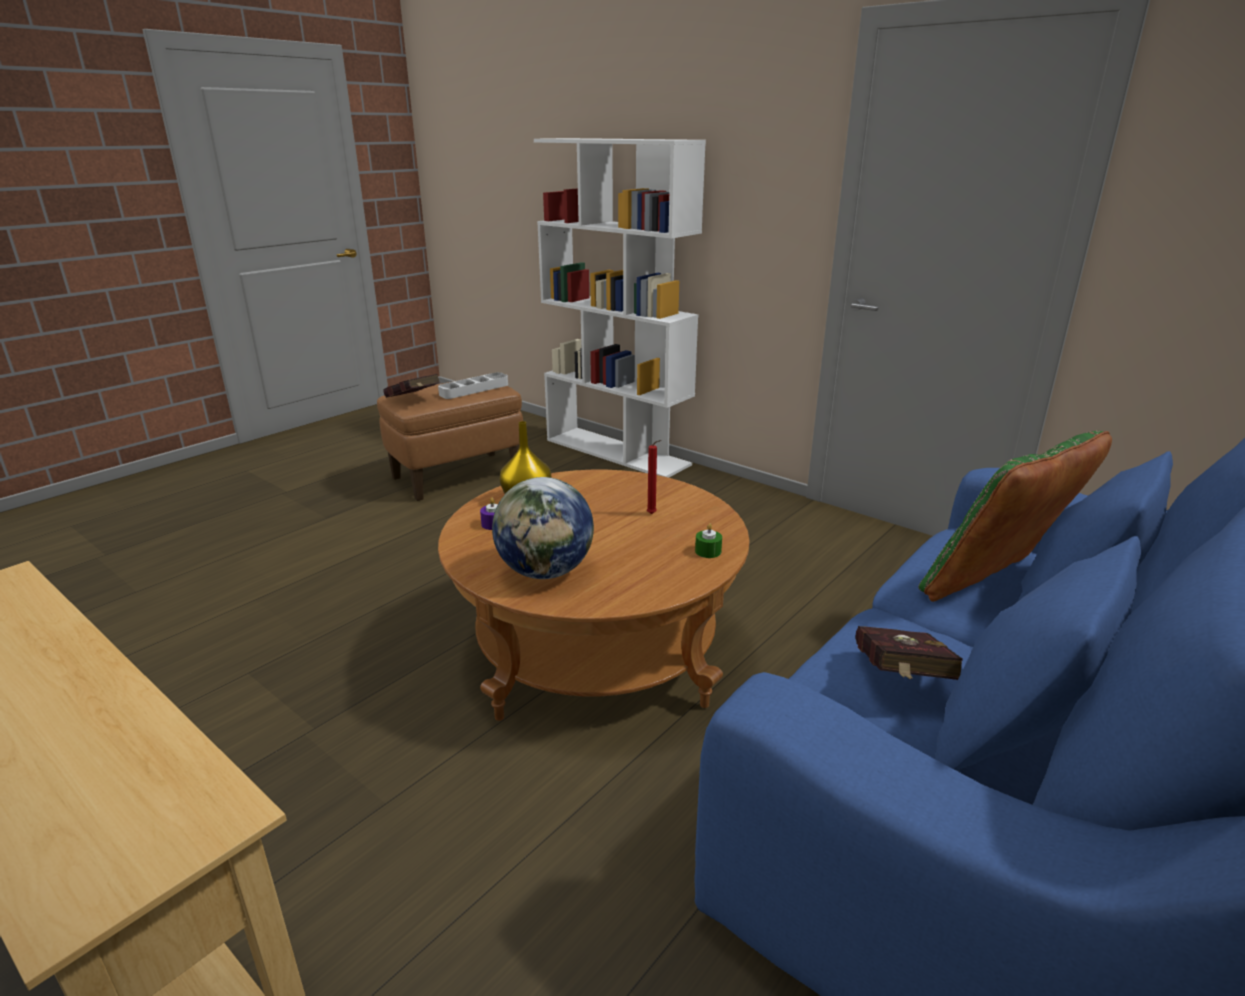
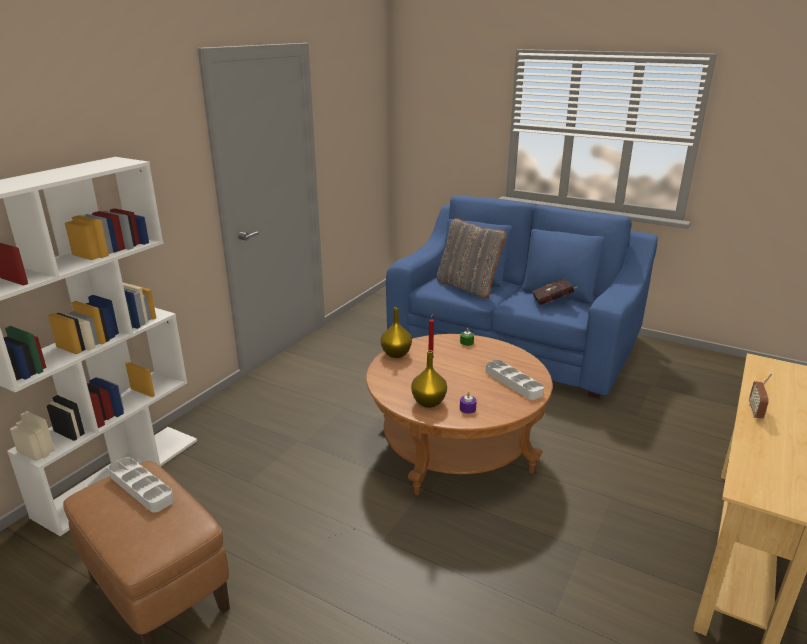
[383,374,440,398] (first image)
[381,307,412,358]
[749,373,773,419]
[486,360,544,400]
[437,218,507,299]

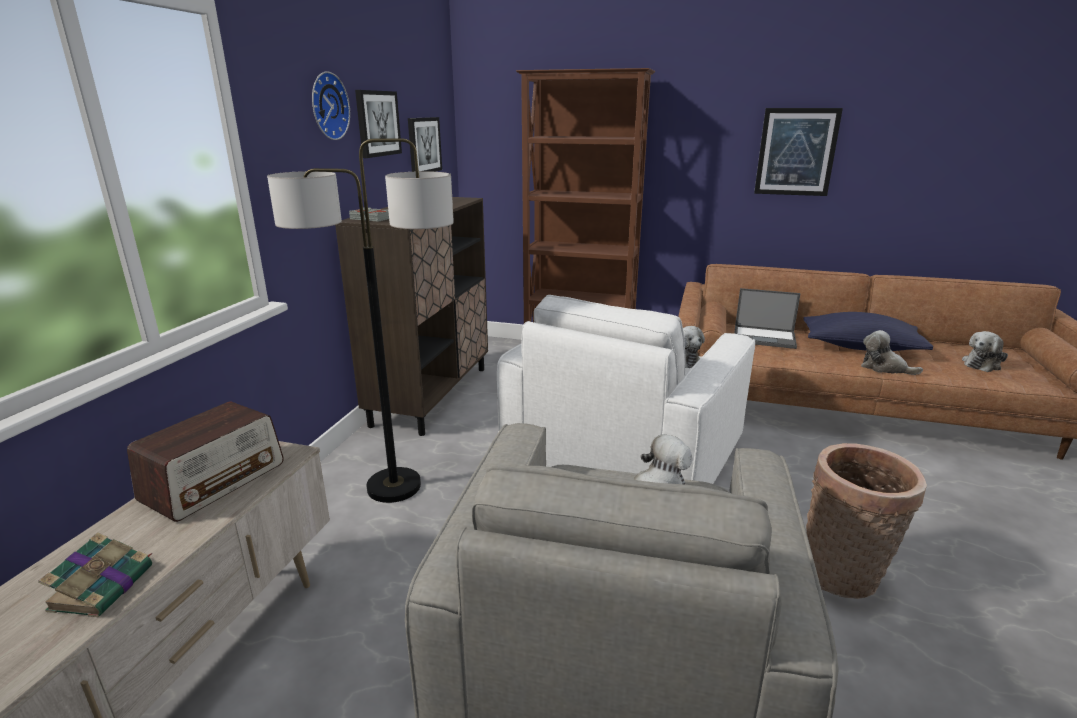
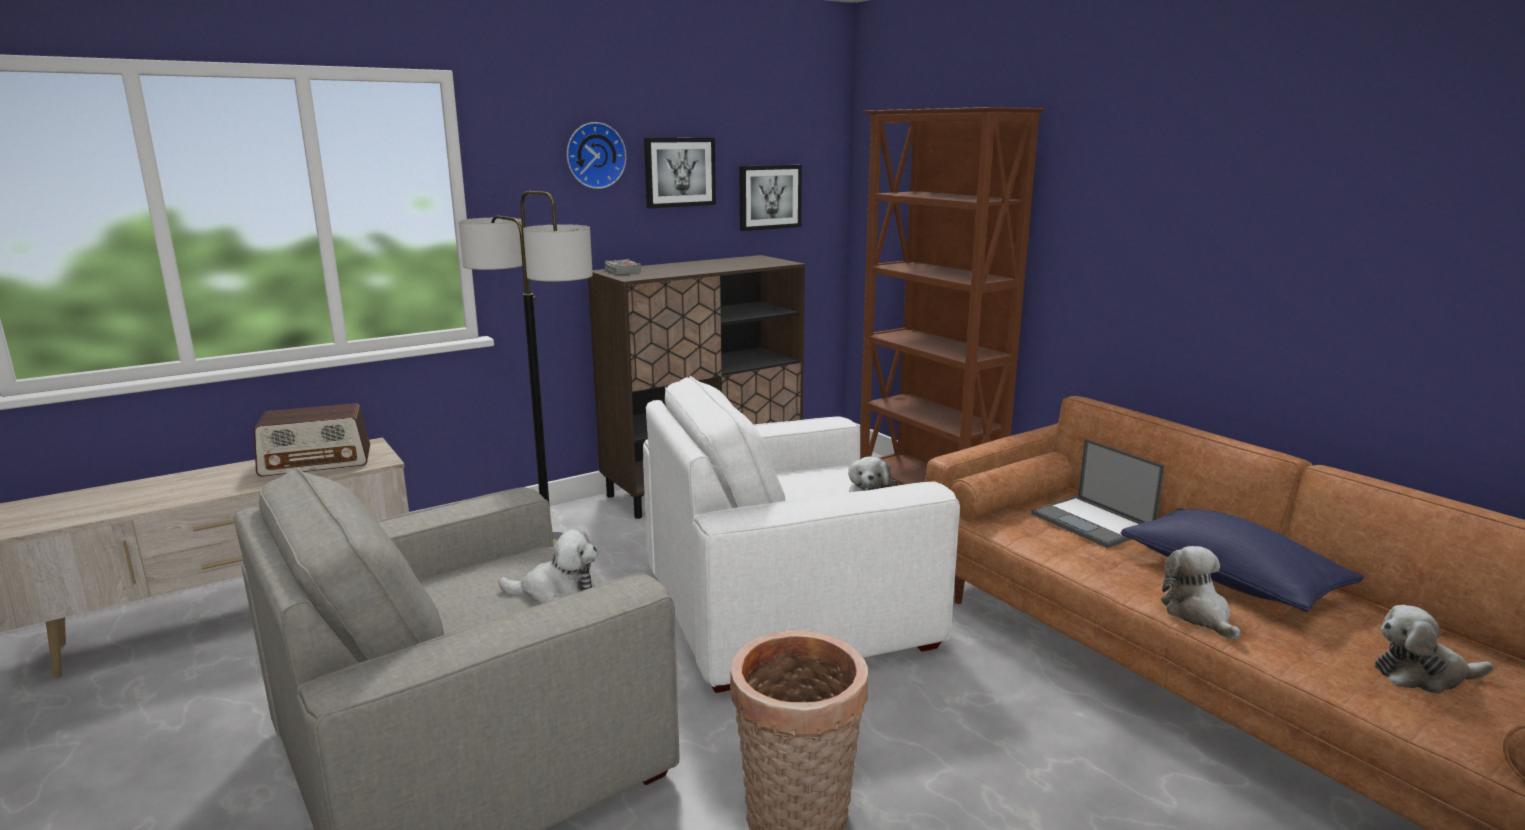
[38,532,152,617] (first image)
[754,108,843,196] (first image)

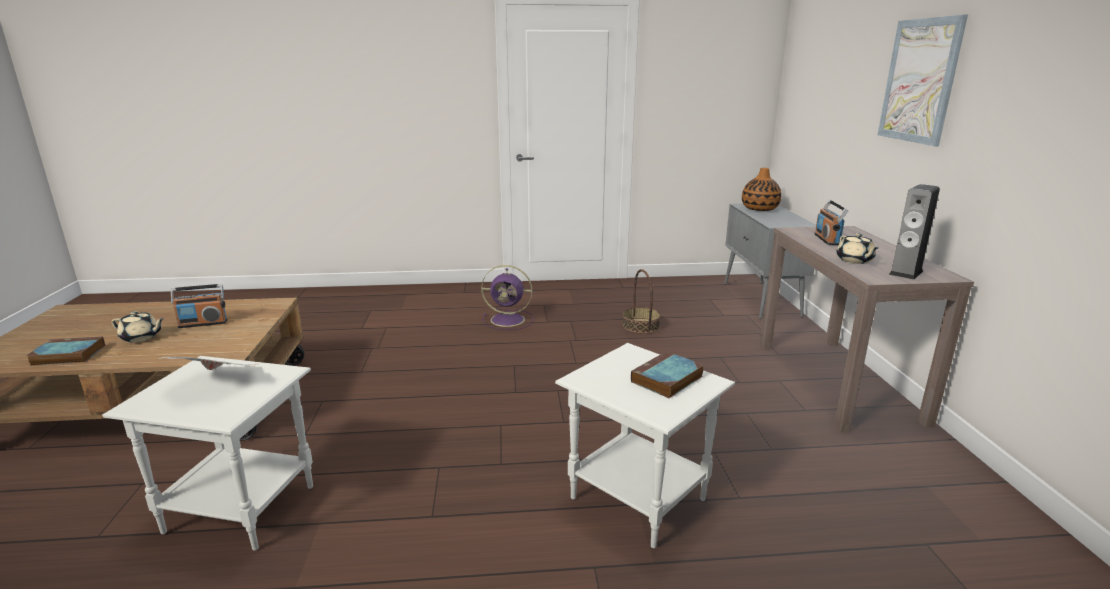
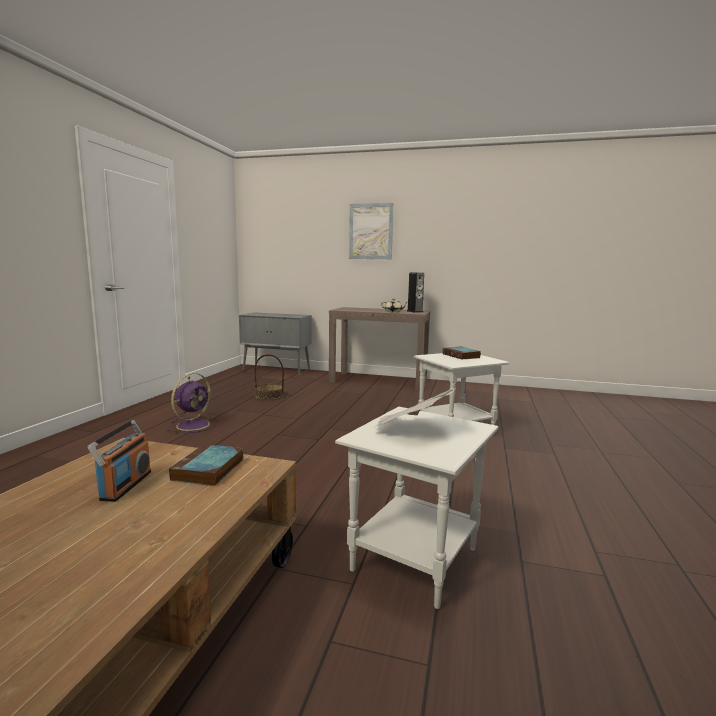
[111,311,164,343] (first image)
[742,168,782,211] (first image)
[814,200,848,245] (first image)
[169,444,243,486]

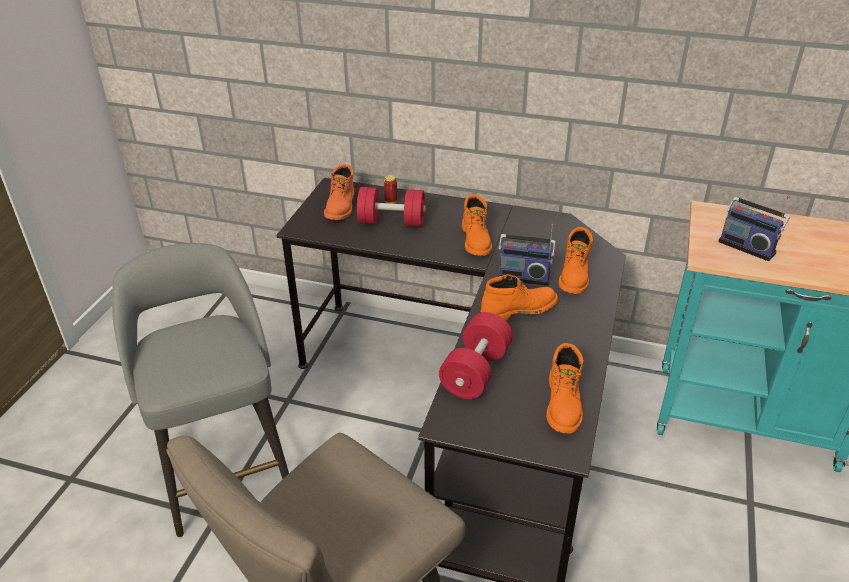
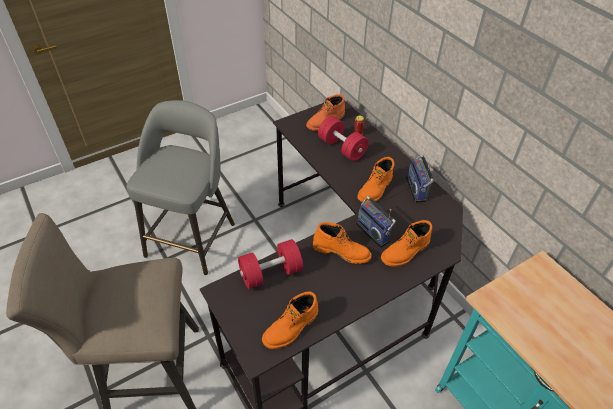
[406,155,434,203]

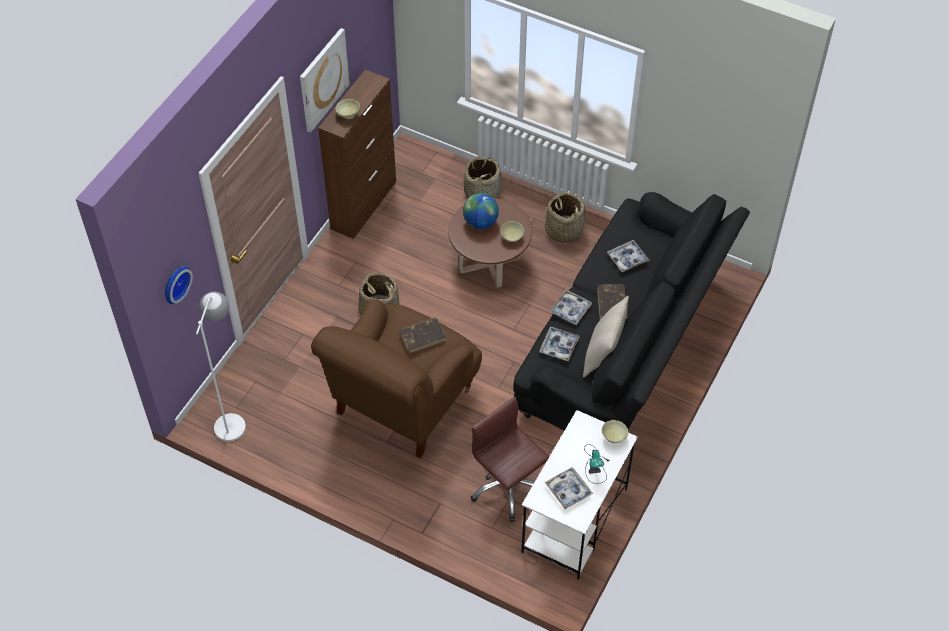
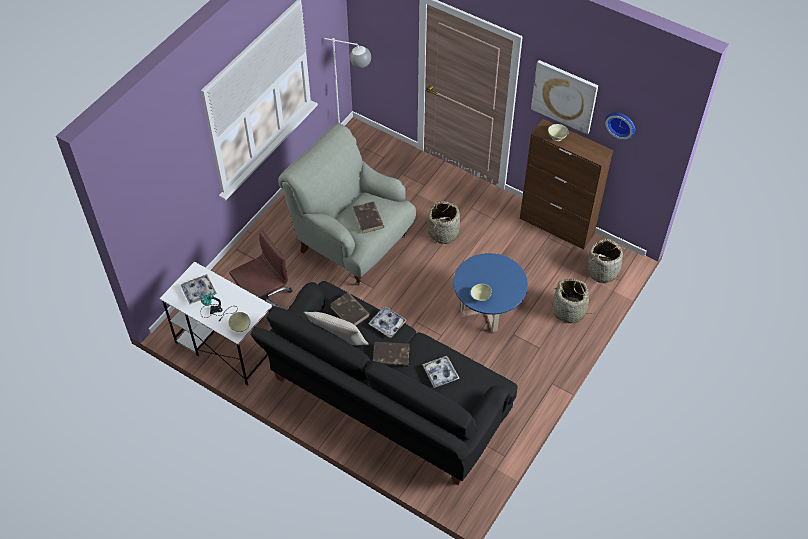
[463,193,499,229] (first image)
[605,113,635,140]
[586,239,627,283]
[330,293,370,326]
[278,124,416,285]
[454,253,528,332]

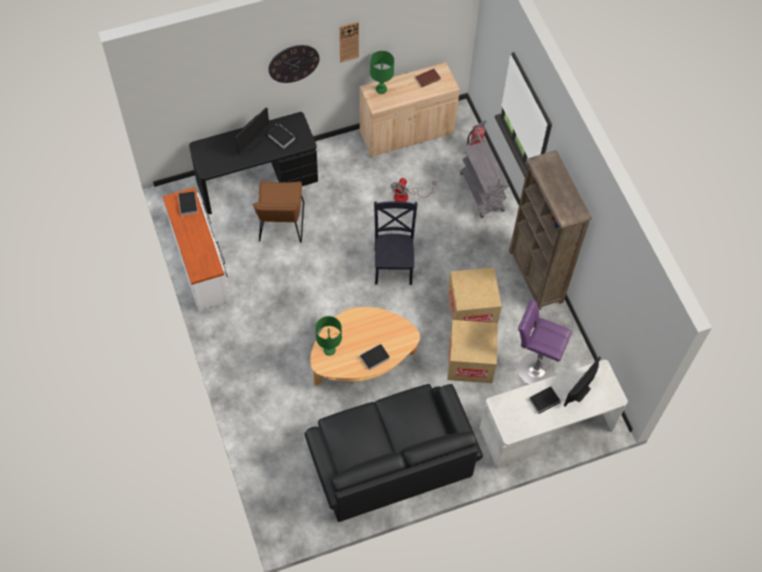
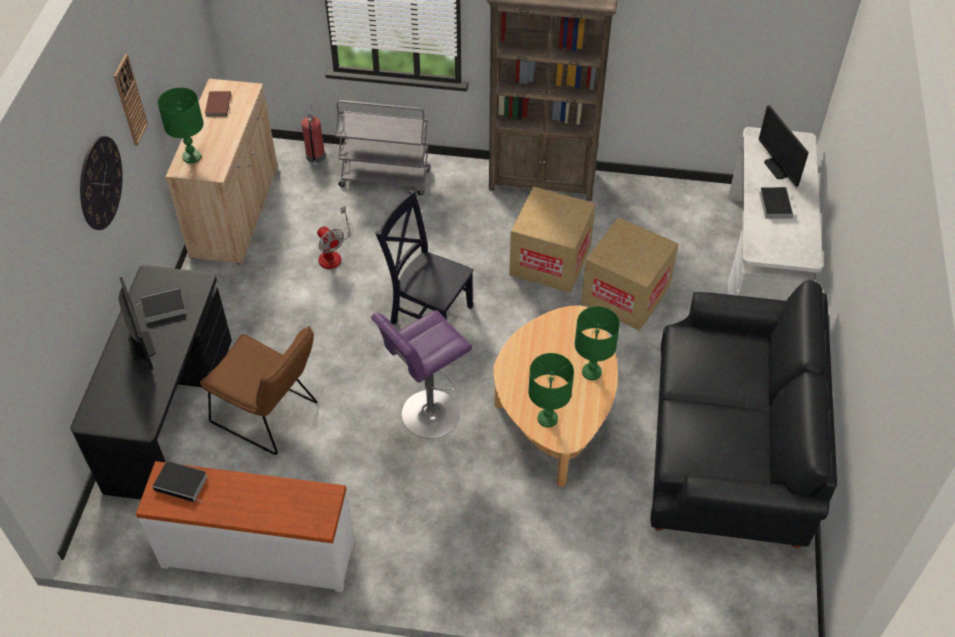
[371,310,472,439]
[575,306,620,380]

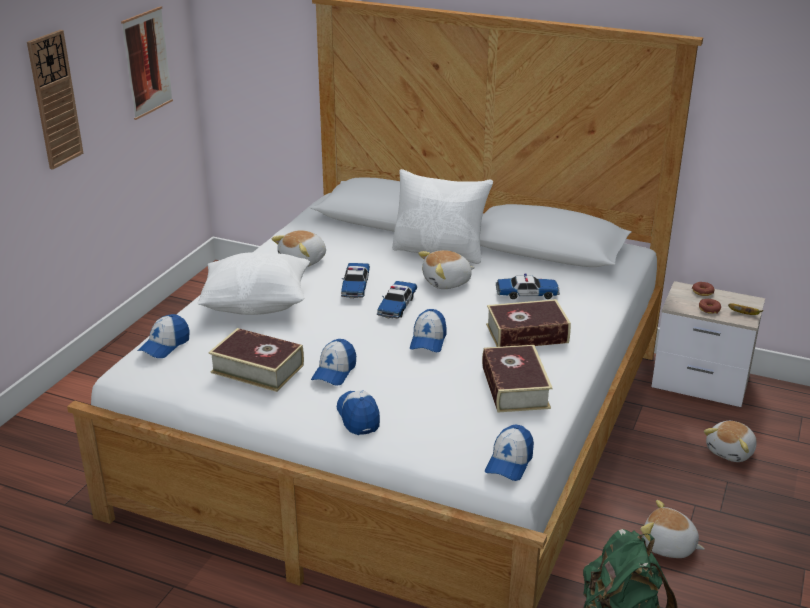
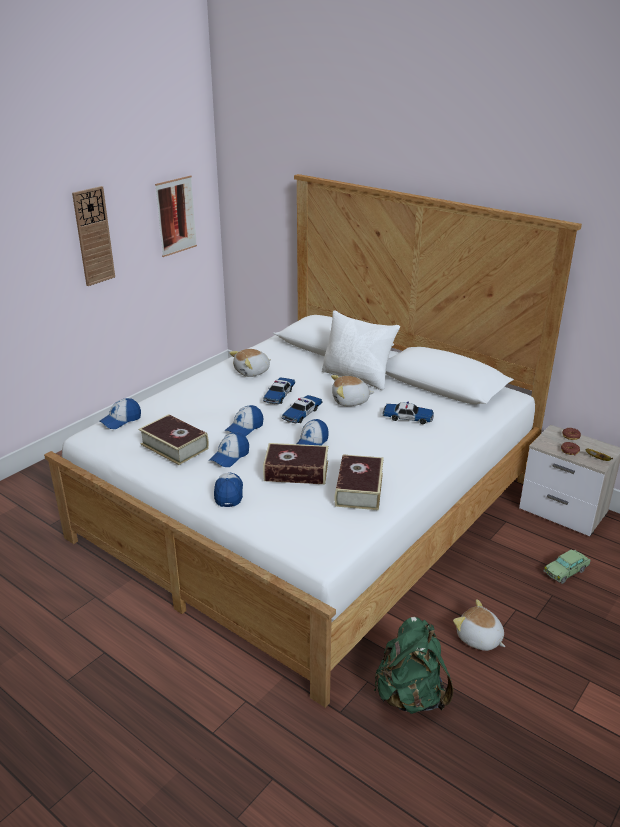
[198,252,310,315] (first image)
[225,405,264,436]
[263,443,328,484]
[543,549,591,584]

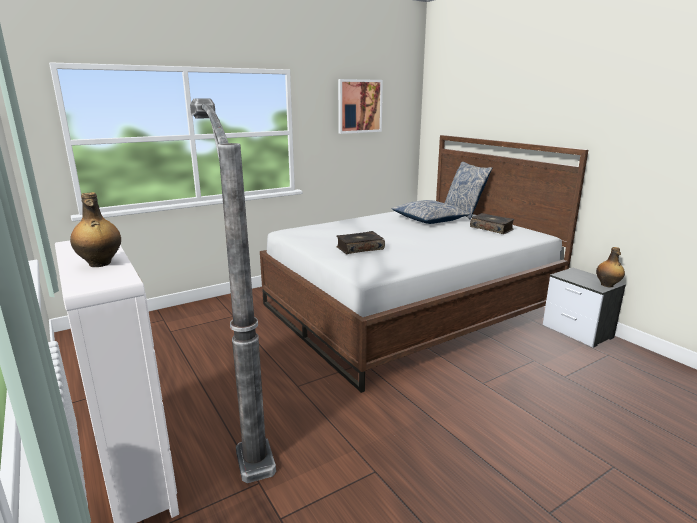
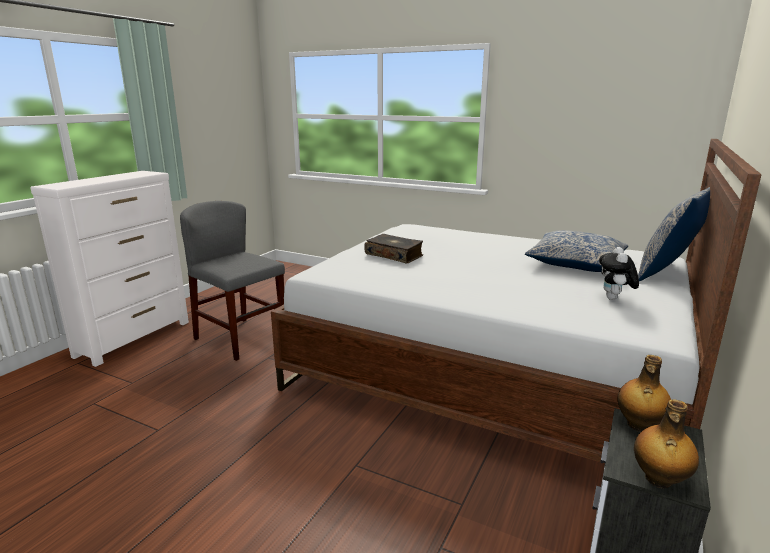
[338,79,383,134] (first image)
[617,355,671,432]
[180,201,285,361]
[599,247,639,300]

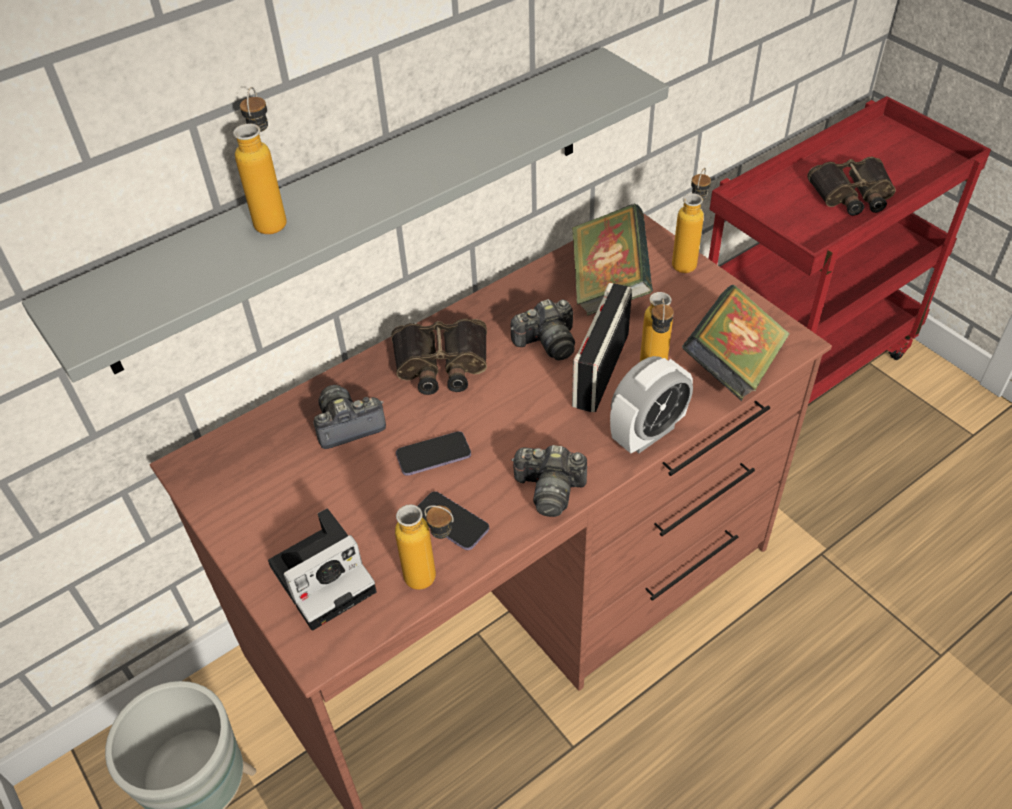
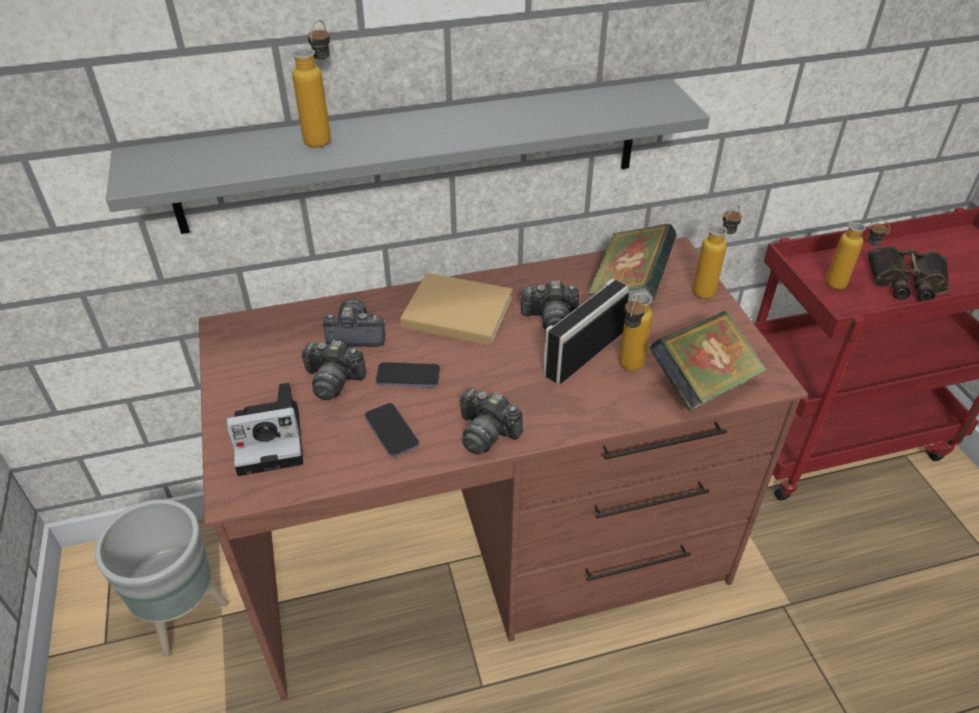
[610,356,693,454] (first image)
[301,340,367,400]
[826,219,890,290]
[400,273,513,346]

